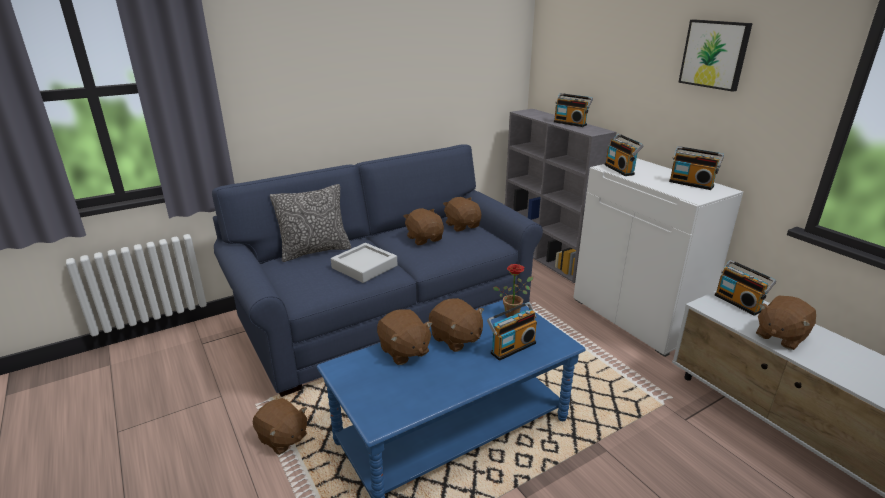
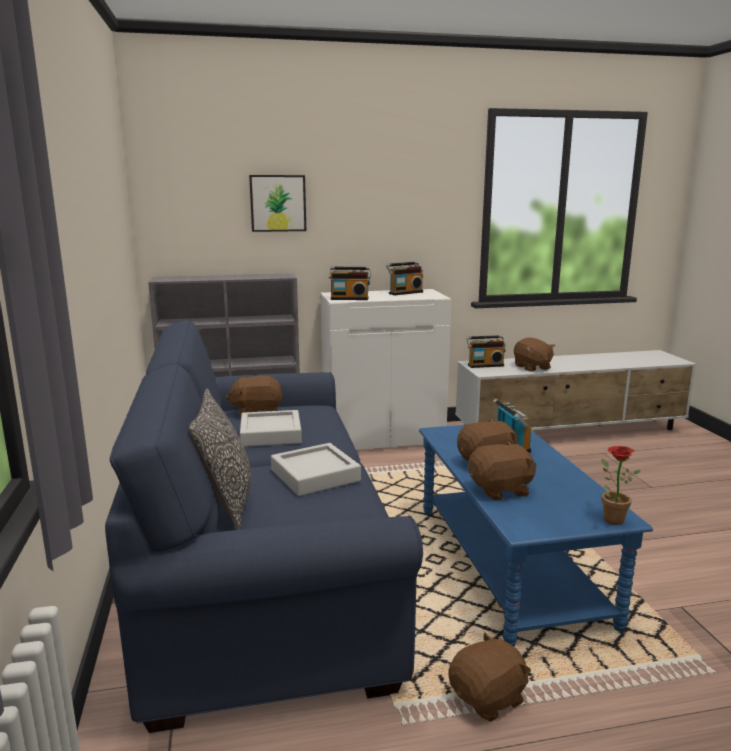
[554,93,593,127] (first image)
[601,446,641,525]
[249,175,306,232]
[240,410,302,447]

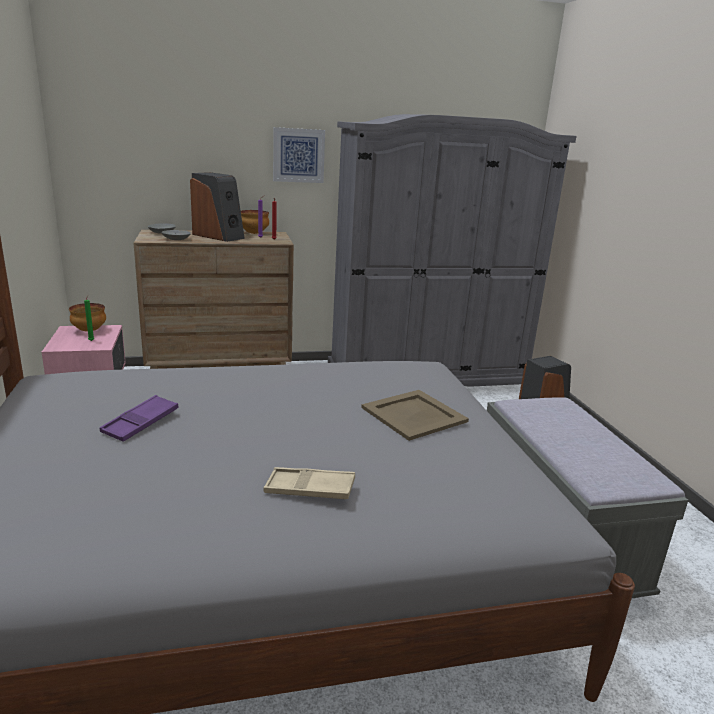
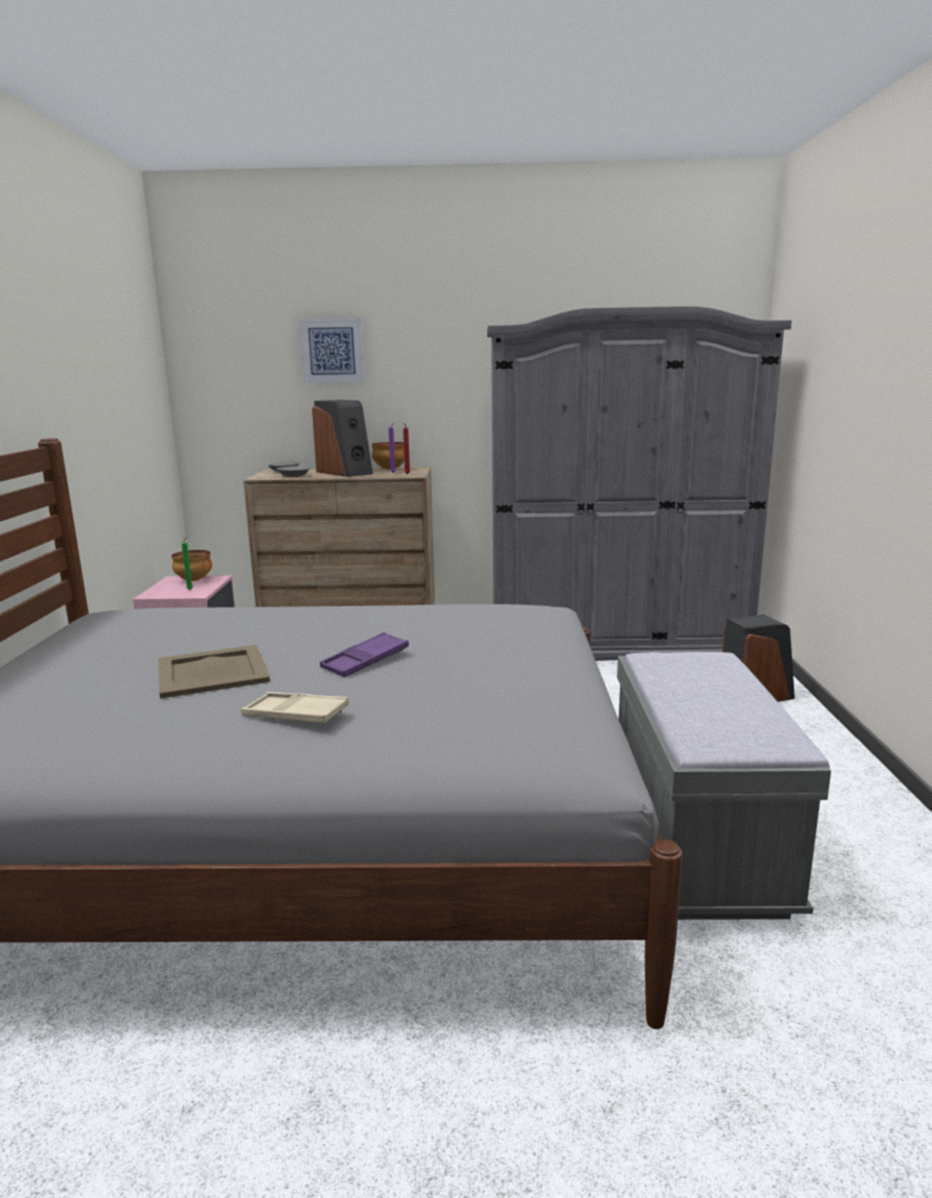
[320,632,409,677]
[298,317,365,383]
[158,645,270,699]

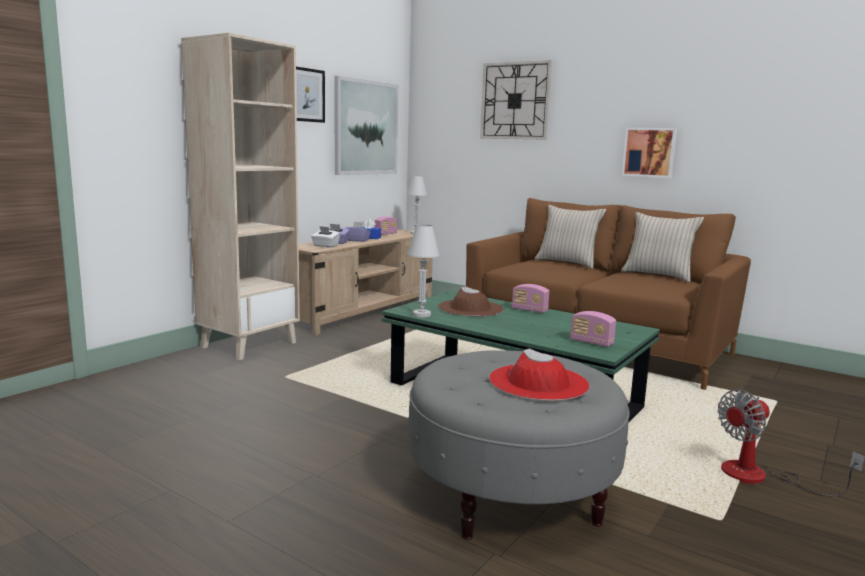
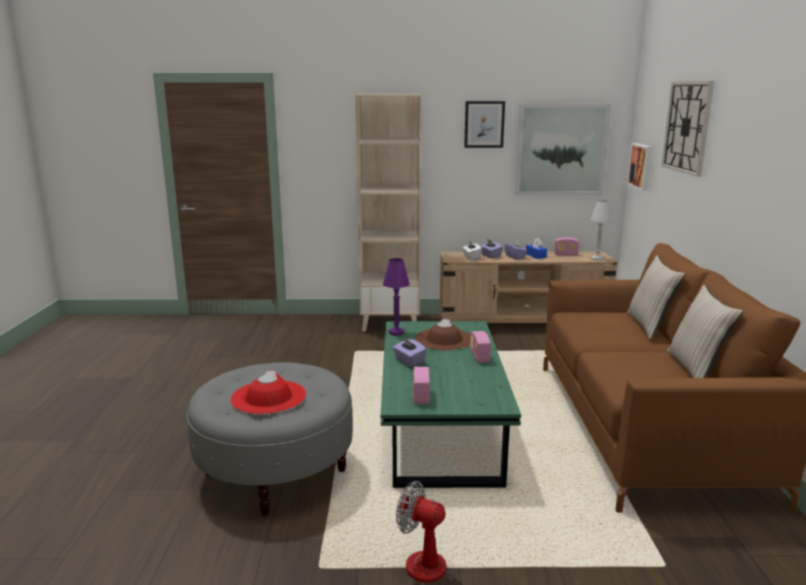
[393,337,427,367]
[627,143,652,191]
[383,258,410,336]

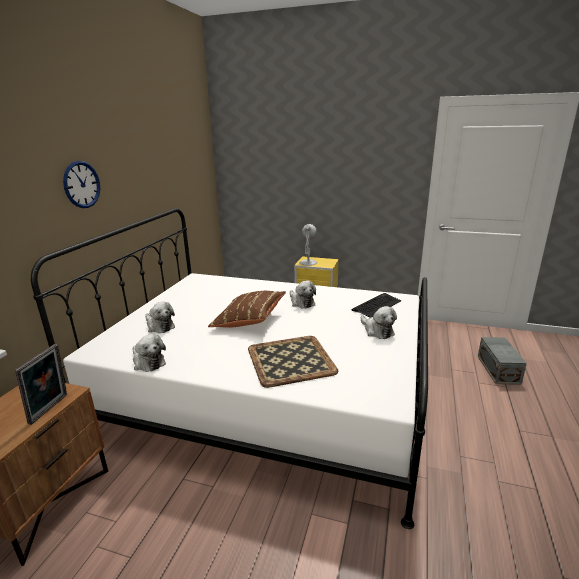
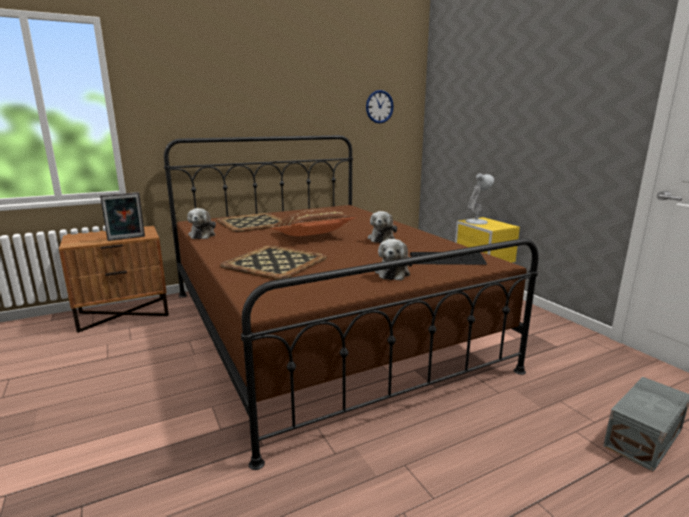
[366,90,394,124]
[217,213,282,232]
[164,135,539,470]

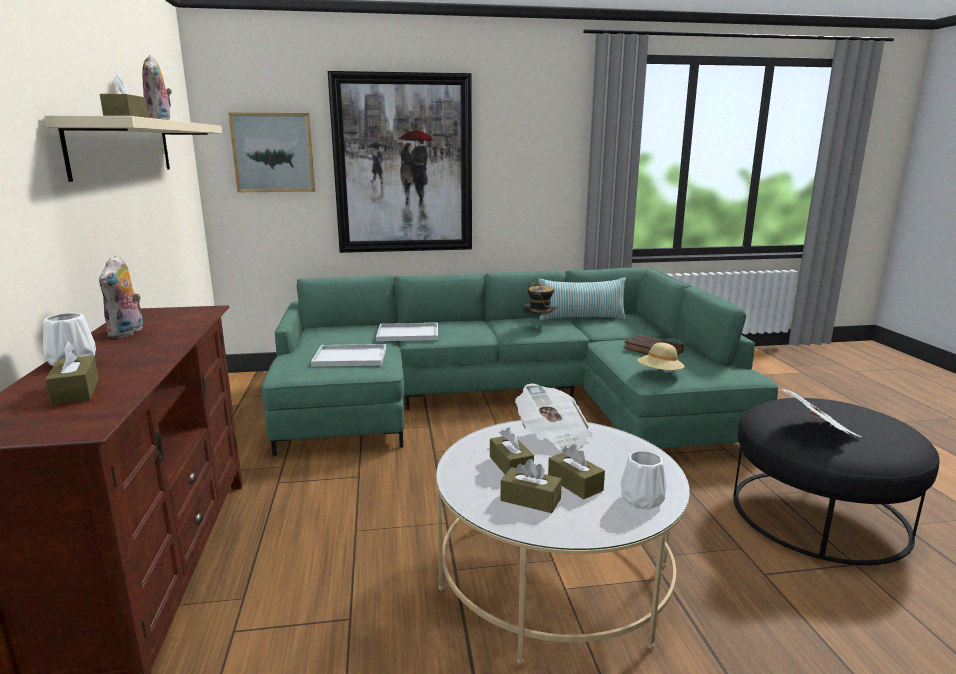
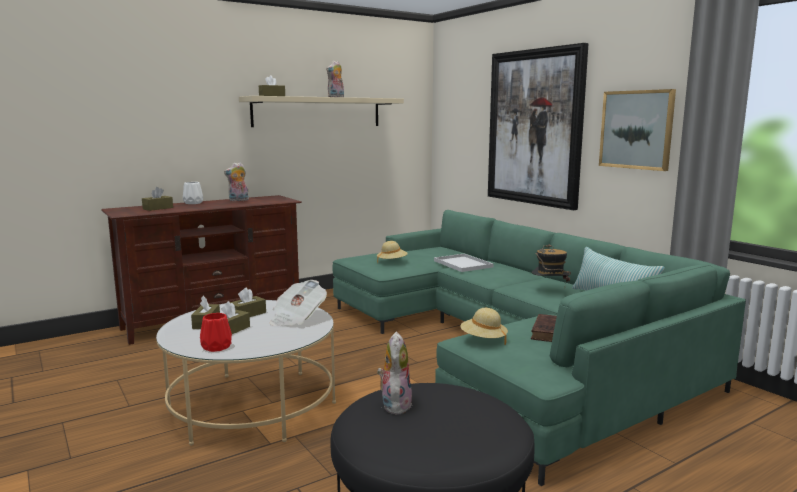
[599,89,676,171]
[377,241,408,263]
[377,332,412,415]
[200,313,232,352]

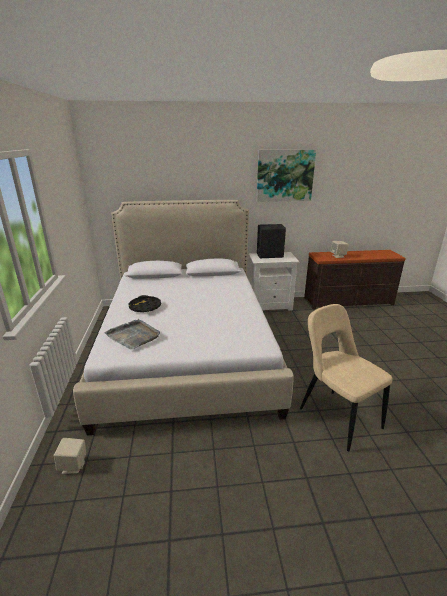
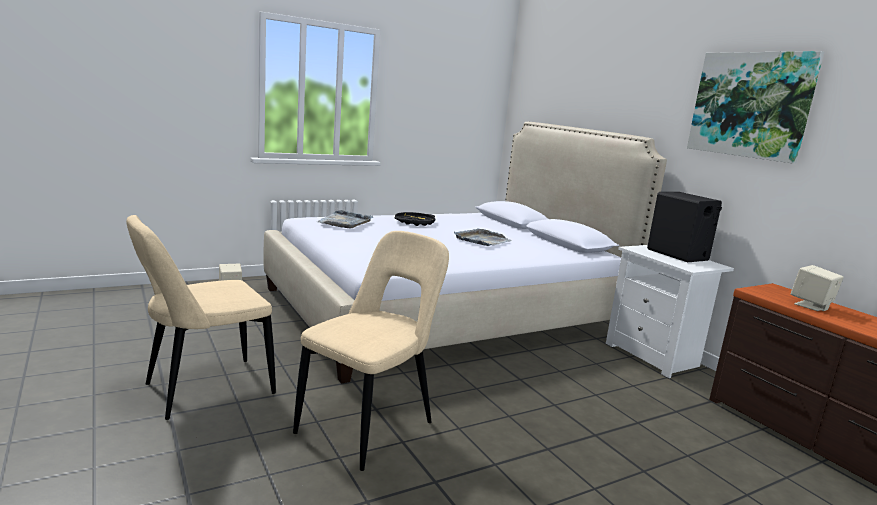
[126,215,276,420]
[454,229,512,246]

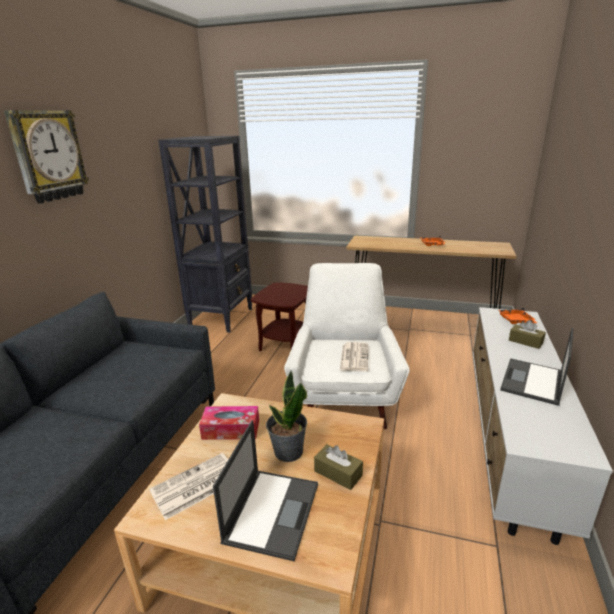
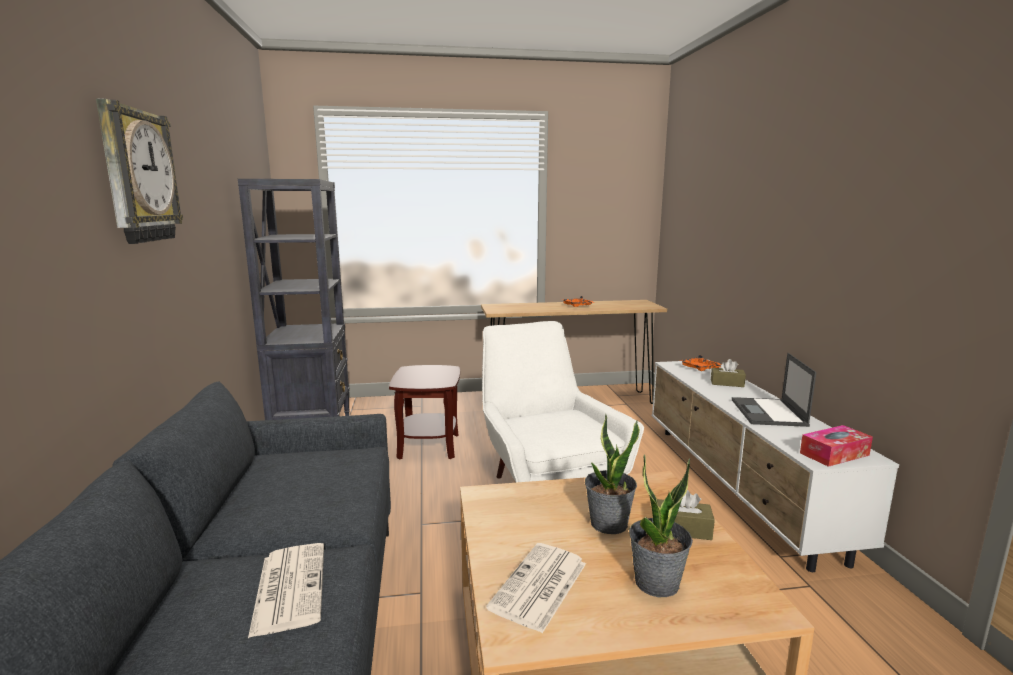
[800,425,873,467]
[248,543,324,638]
[629,455,693,597]

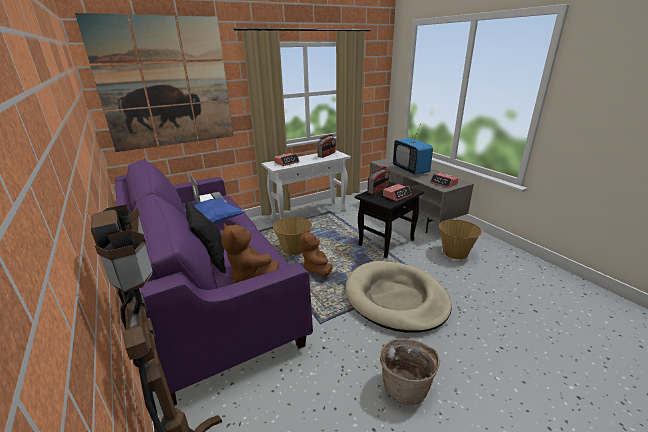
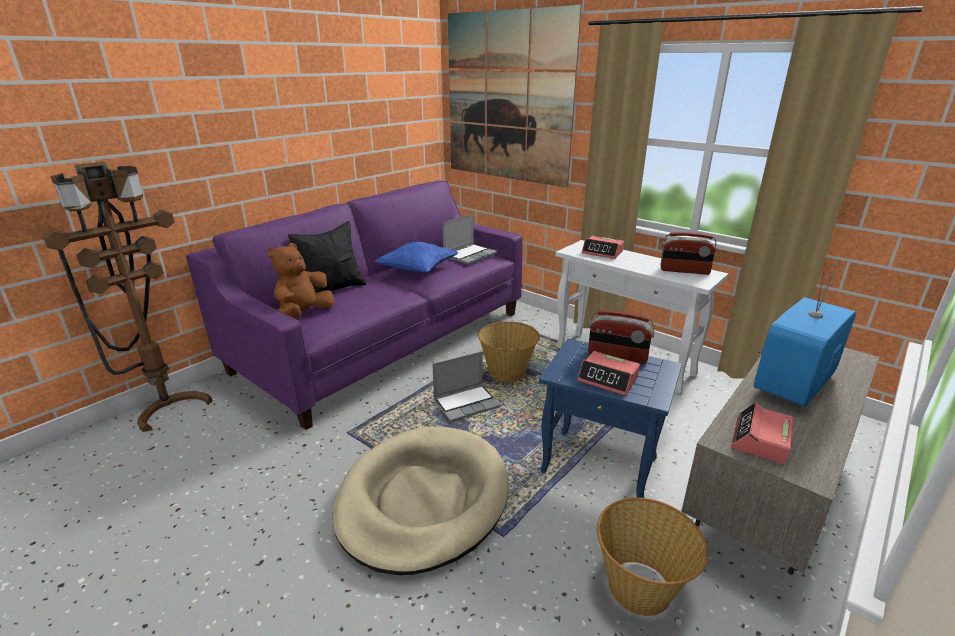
[380,338,439,405] (first image)
[432,351,501,422]
[539,338,682,498]

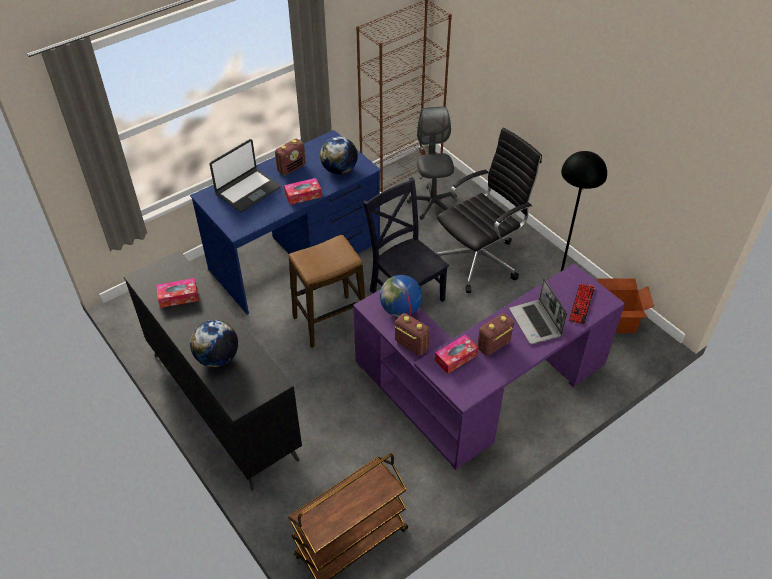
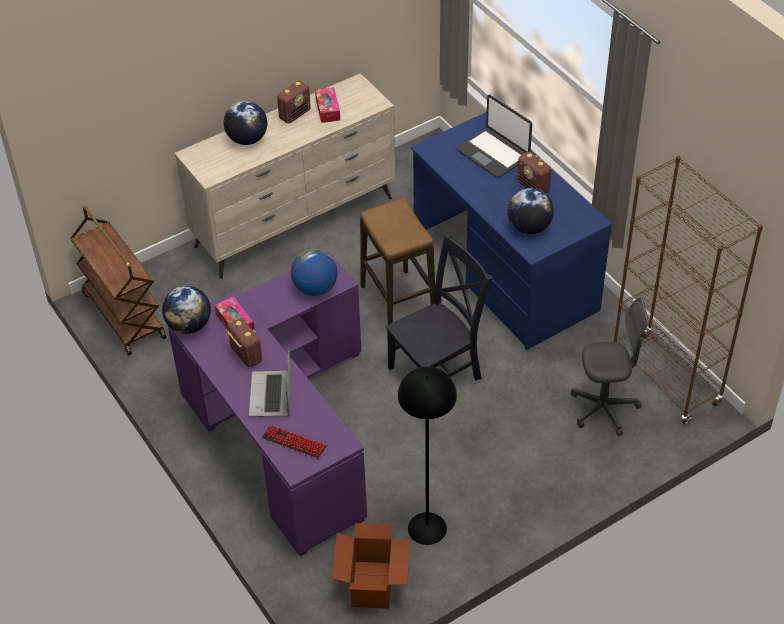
[284,178,322,205] (first image)
[437,128,542,293] (first image)
[162,286,211,334]
[277,80,311,124]
[174,73,396,279]
[249,347,292,417]

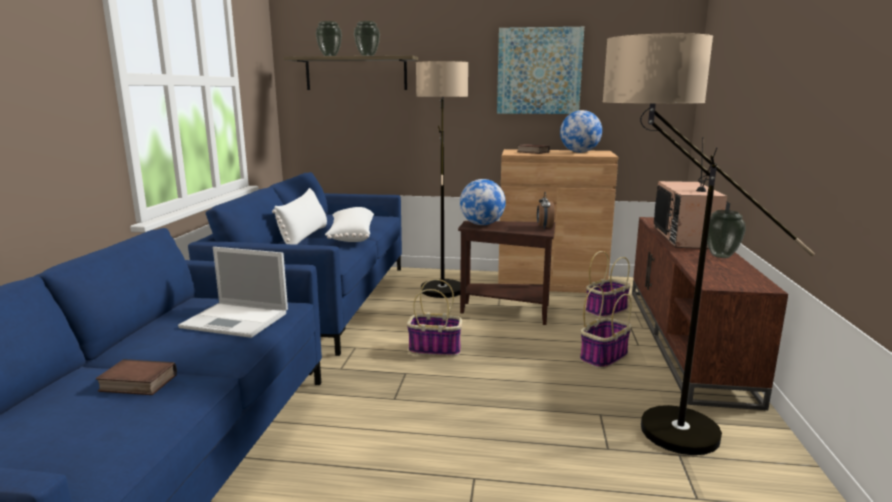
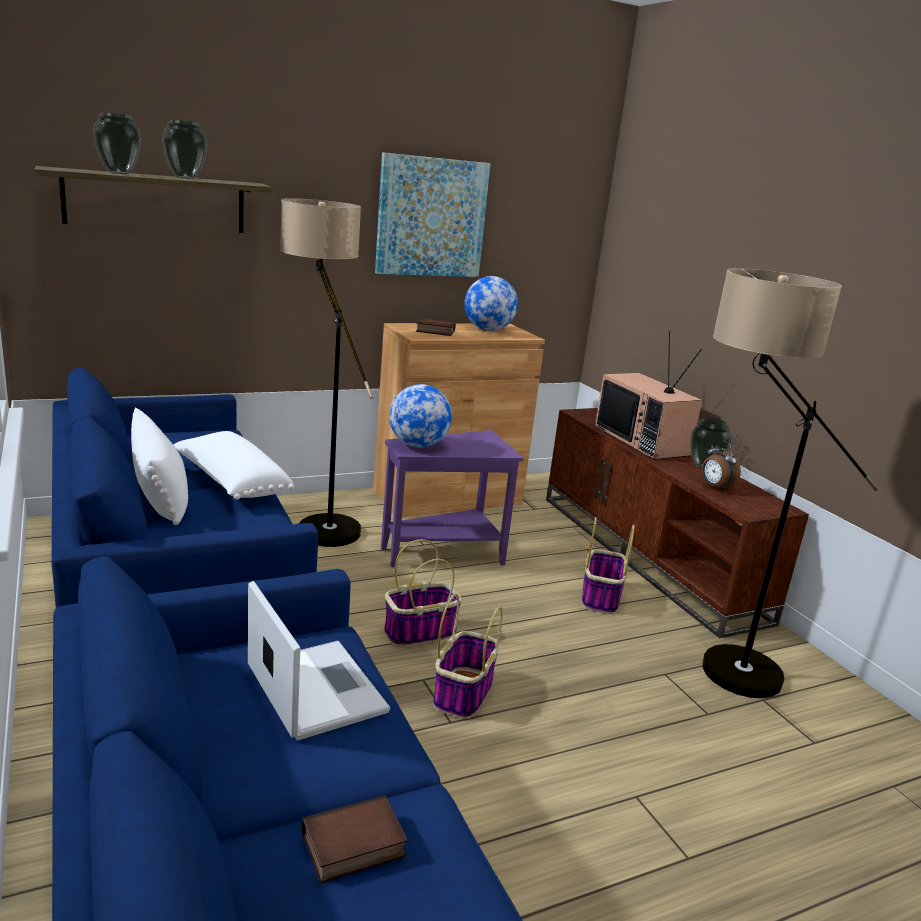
[702,440,741,491]
[433,594,503,719]
[381,430,524,567]
[248,581,390,741]

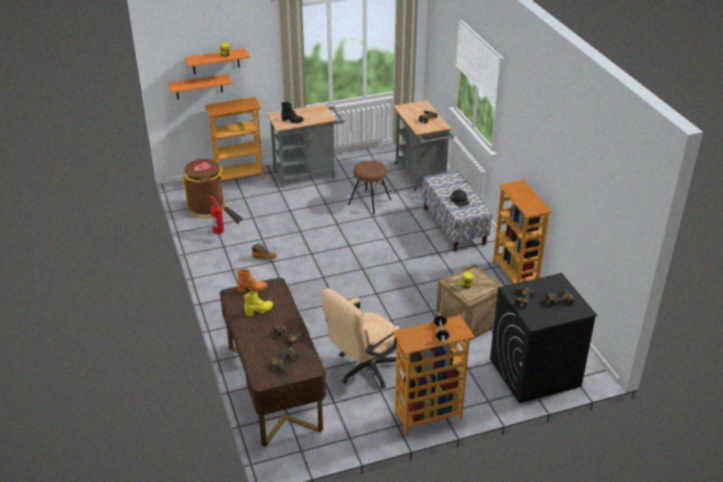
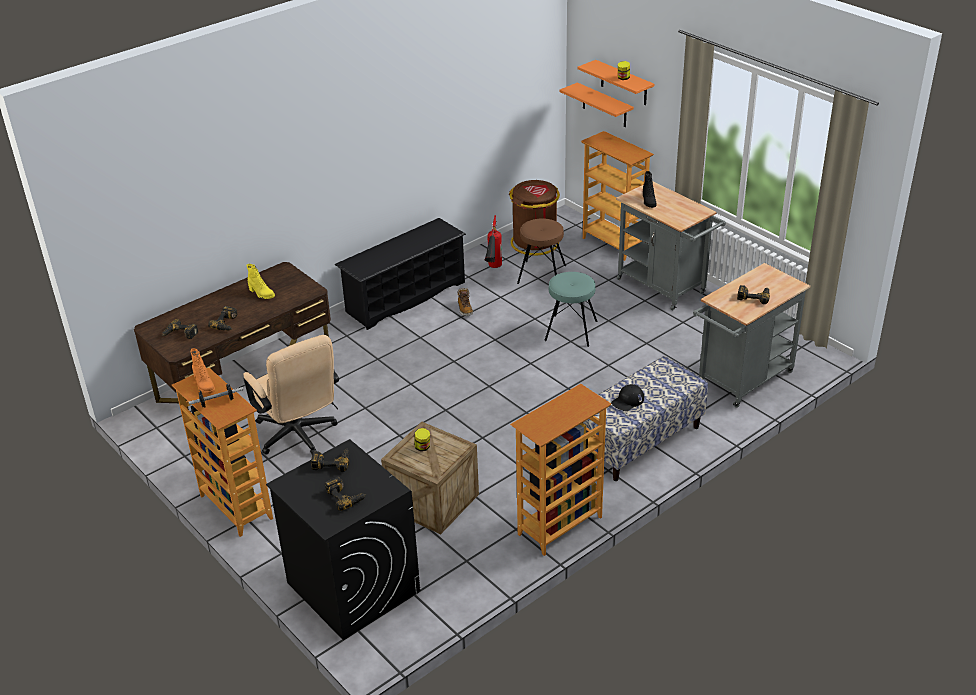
[335,218,466,330]
[544,272,598,347]
[191,348,215,394]
[517,219,566,284]
[243,335,339,455]

